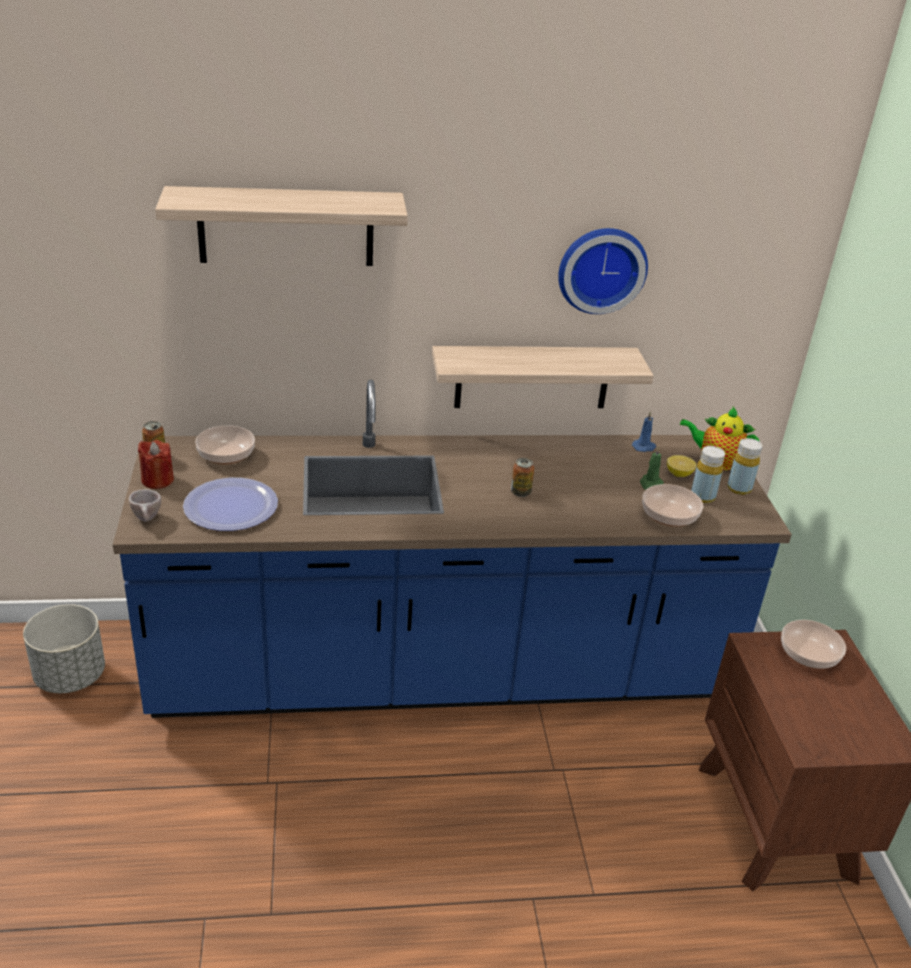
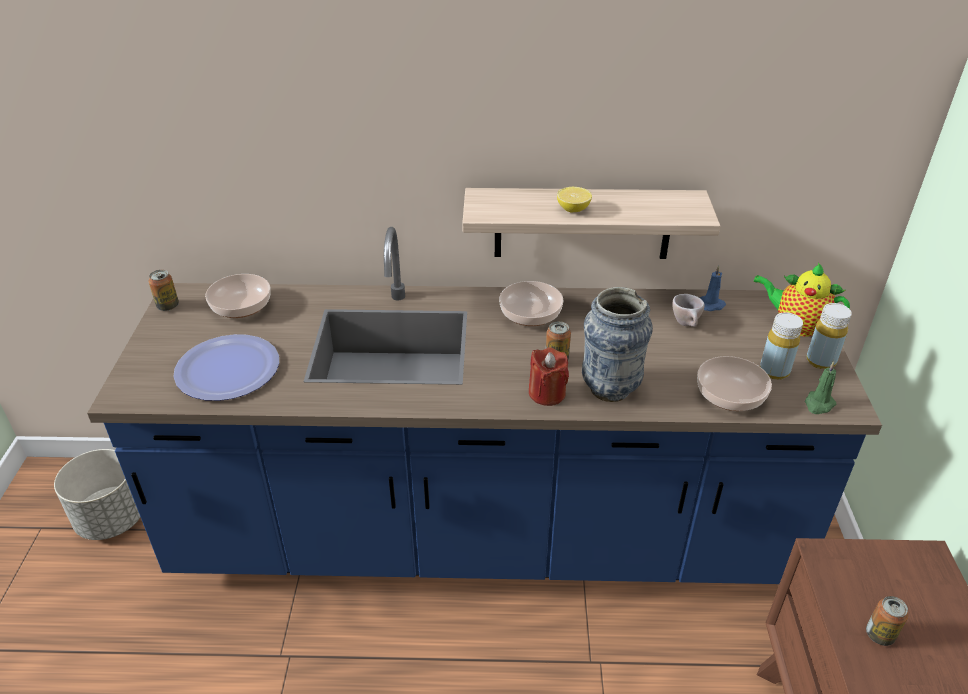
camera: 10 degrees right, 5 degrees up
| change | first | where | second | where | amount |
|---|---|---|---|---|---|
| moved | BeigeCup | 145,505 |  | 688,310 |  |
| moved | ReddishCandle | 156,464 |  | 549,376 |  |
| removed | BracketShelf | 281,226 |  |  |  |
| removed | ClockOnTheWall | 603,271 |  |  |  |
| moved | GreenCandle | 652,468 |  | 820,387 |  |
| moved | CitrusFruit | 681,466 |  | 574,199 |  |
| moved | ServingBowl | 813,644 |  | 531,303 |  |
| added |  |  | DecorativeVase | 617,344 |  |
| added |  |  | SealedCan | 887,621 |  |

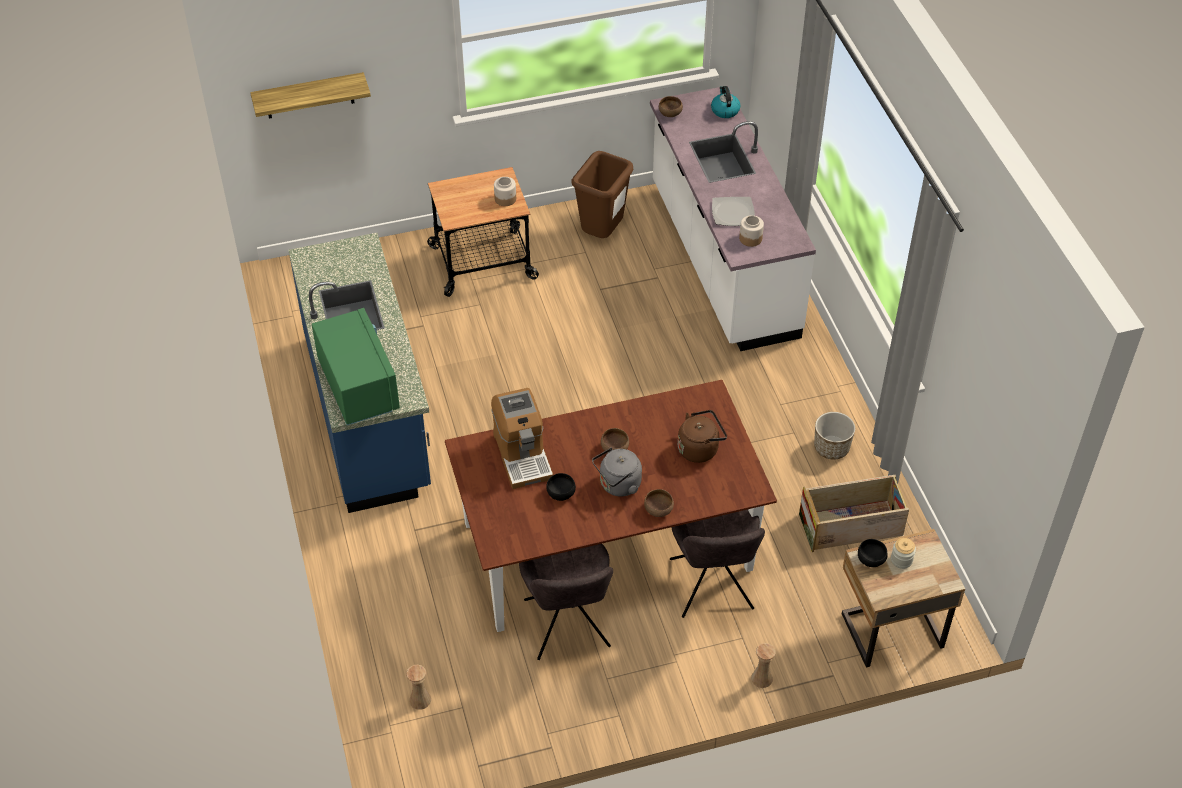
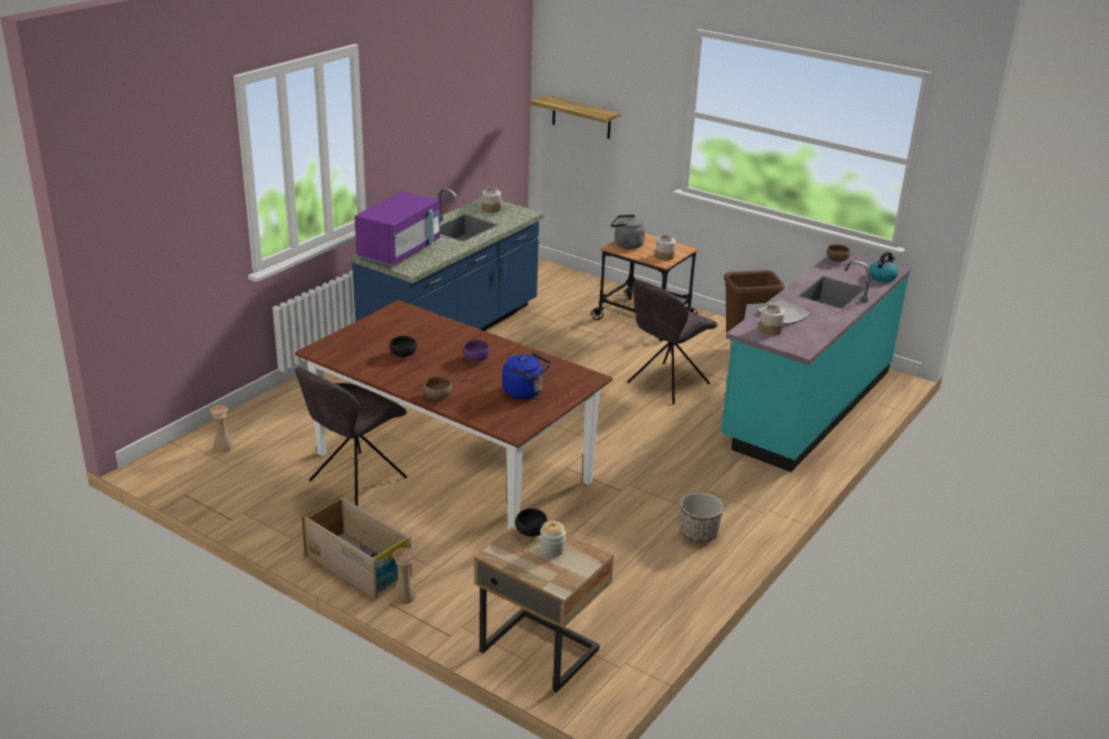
camera: 50 degrees right, 20 degrees down
| change | first | where | second | where | amount |
|---|---|---|---|---|---|
| recoloured | GreenKitchenMicrowave | 356,366 | PurplishKitchenMicrowave | 397,228 |  |
| removed | CoffeeMaker | 522,438 |  |  |  |
| moved | GreyKettle | 617,472 |  | 628,231 |  |
| recoloured | BrownServingBowl | 615,439 | PurplishServingBowl | 476,351 |  |
| recoloured | WhiteColouredCounter | 733,219 | TurquoiseColouredCounter | 815,363 |  |
| moved | GreyChair | 717,563 |  | 672,342 |  |
| recoloured | BrownKettle | 702,436 | BlueKettle | 526,375 |  |
| moved | PackingCrate | 854,513 |  | 356,546 |  |
| added |  |  | PreserveJar | 491,200 |  |

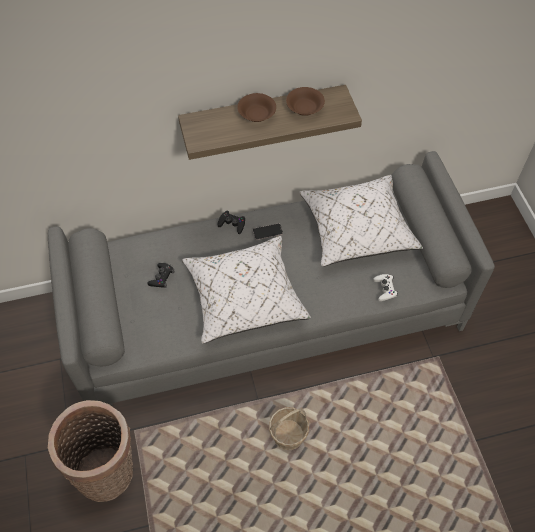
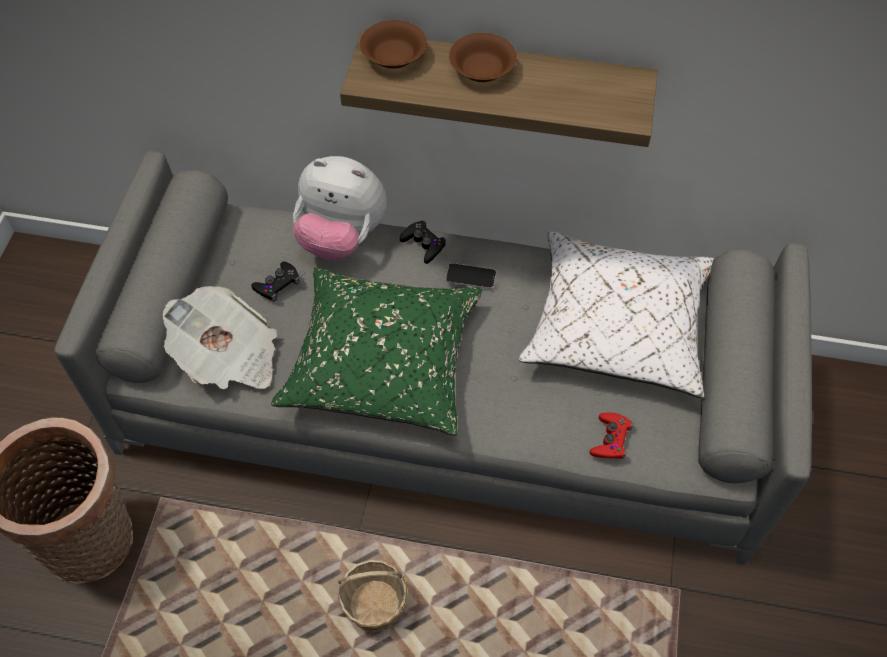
camera: 25 degrees right, 0 degrees up
| change | first | where | second | where | amount |
|---|---|---|---|---|---|
| recoloured | WhiteColouredCushion | 246,290 | GreenCushion | 376,351 |  |
| moved | BrownServingBowl | 305,101 |  | 393,44 |  |
| recoloured | WhiteColouredGameController | 385,287 | ReddishGameController | 611,436 |  |
| added |  |  | DailyPaper | 220,337 |  |
| added |  |  | CuddlyToy | 340,208 |  |

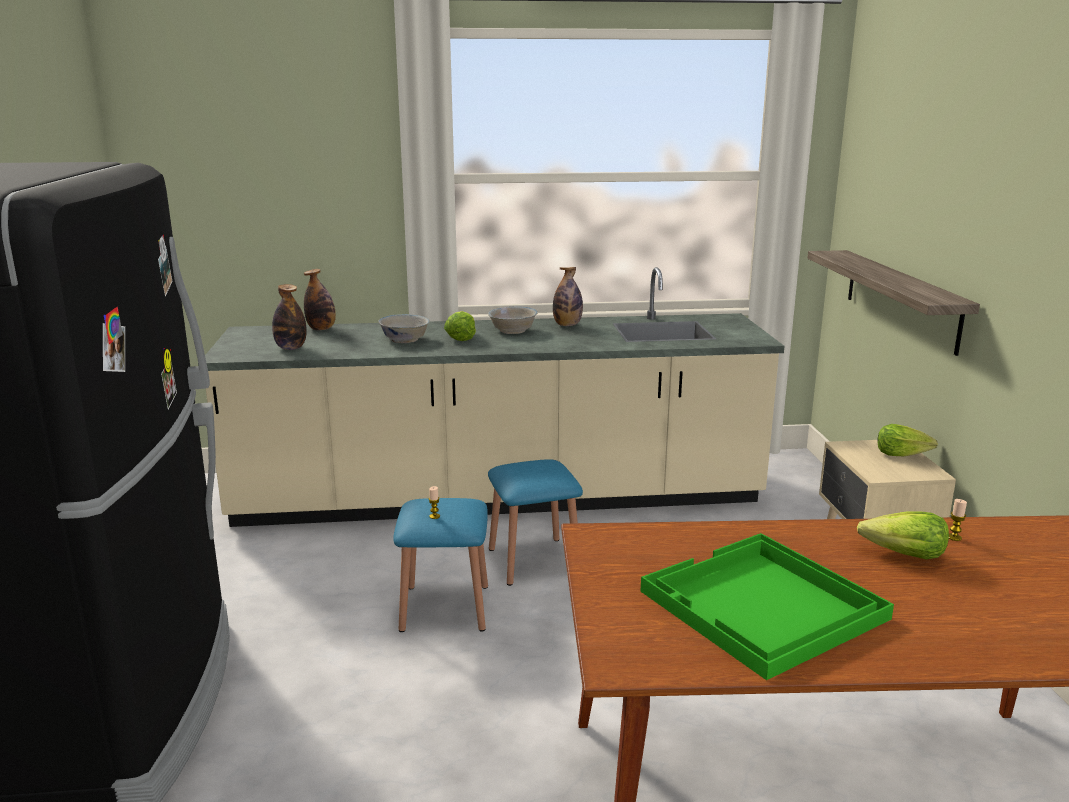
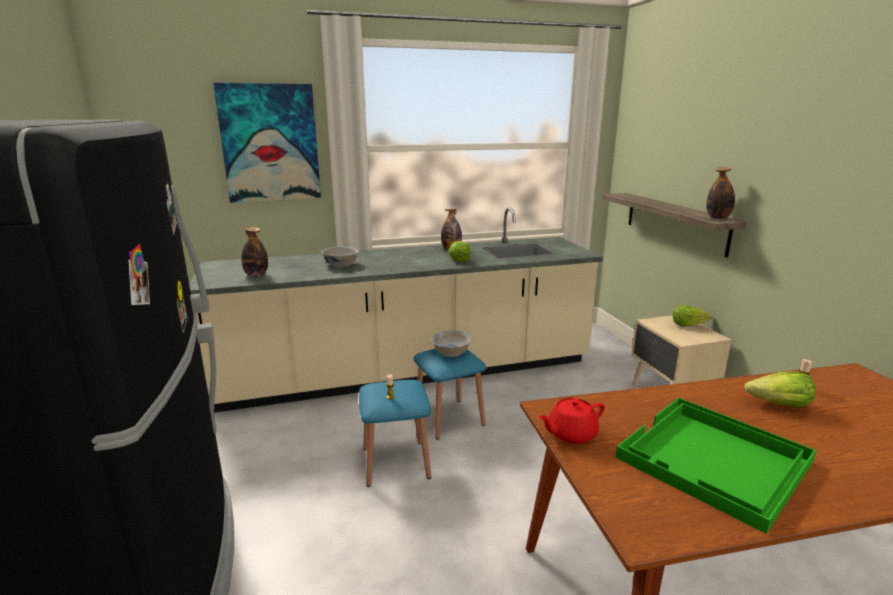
camera: 10 degrees left, 0 degrees up
| change | first | where | second | where | amount |
|---|---|---|---|---|---|
| moved | BeverageBottle | 320,299 |  | 720,193 |  |
| moved | LettuceHead | 460,326 |  | 460,251 |  |
| moved | WhiteColouredServingBowl | 513,320 |  | 451,343 |  |
| added |  |  | WallPicture | 267,143 |  |
| added |  |  | ReddishTeapot | 572,421 |  |

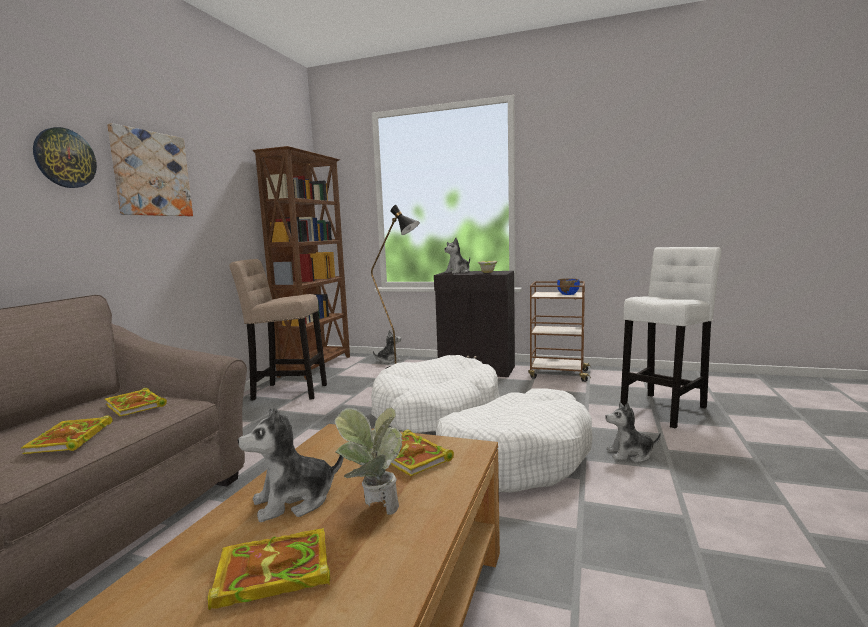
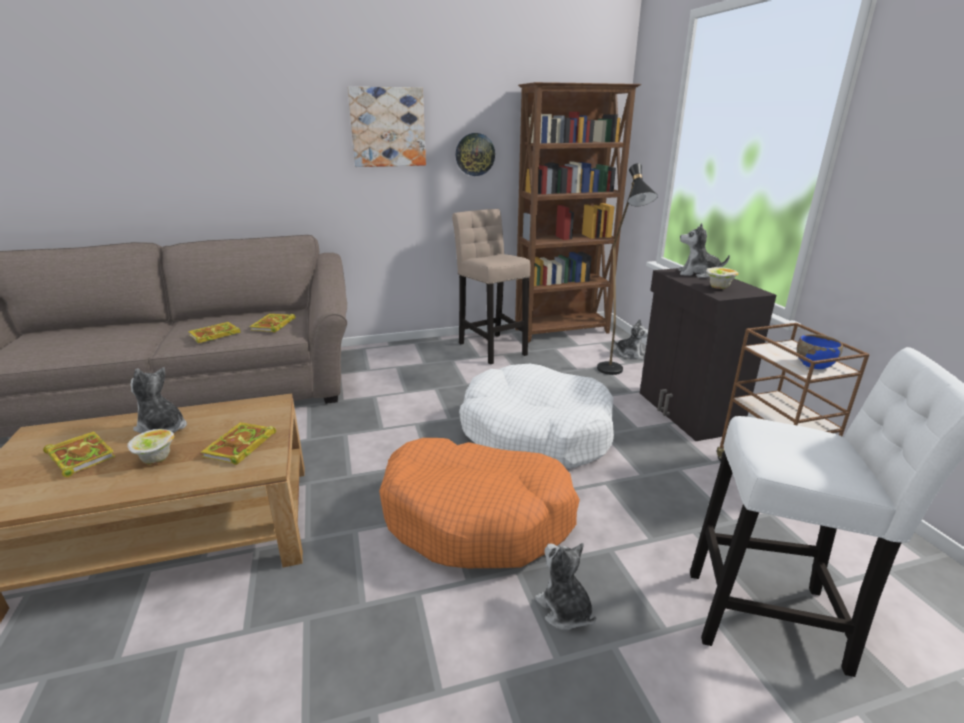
camera: 55 degrees right, 15 degrees up
| change | first | where | second | where | amount |
|---|---|---|---|---|---|
| moved | ClockOnTheWall | 65,157 |  | 475,154 |  |
| replaced | PottedPlant | 369,461 | ServingBowl | 151,446 |  |
| recoloured | WhiteColouredPetBed | 514,440 | OrangeColouredPetBed | 479,503 |  |

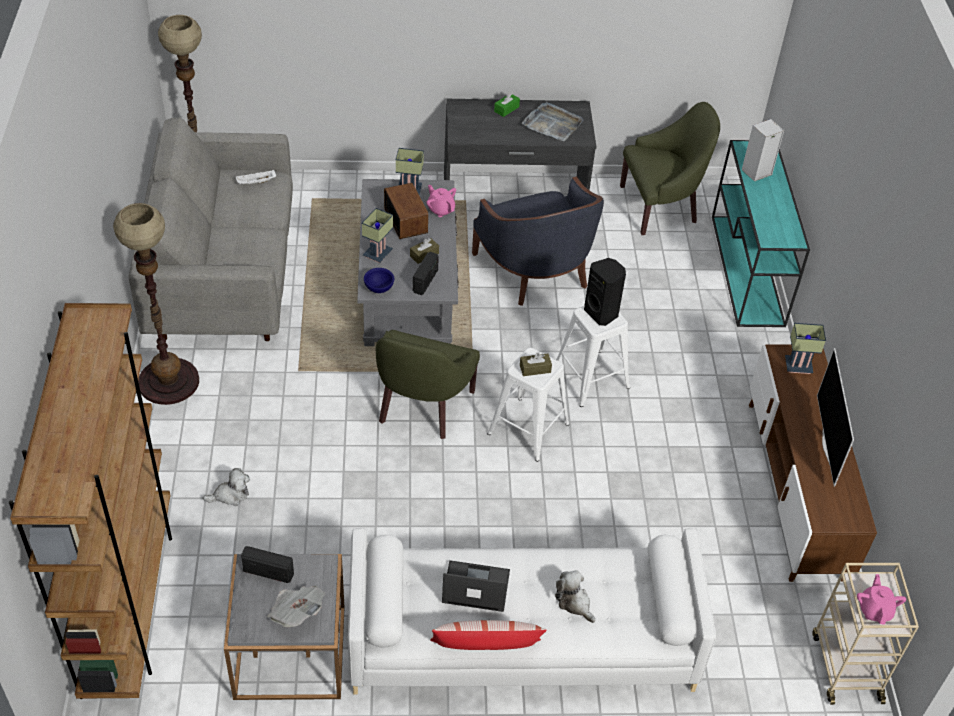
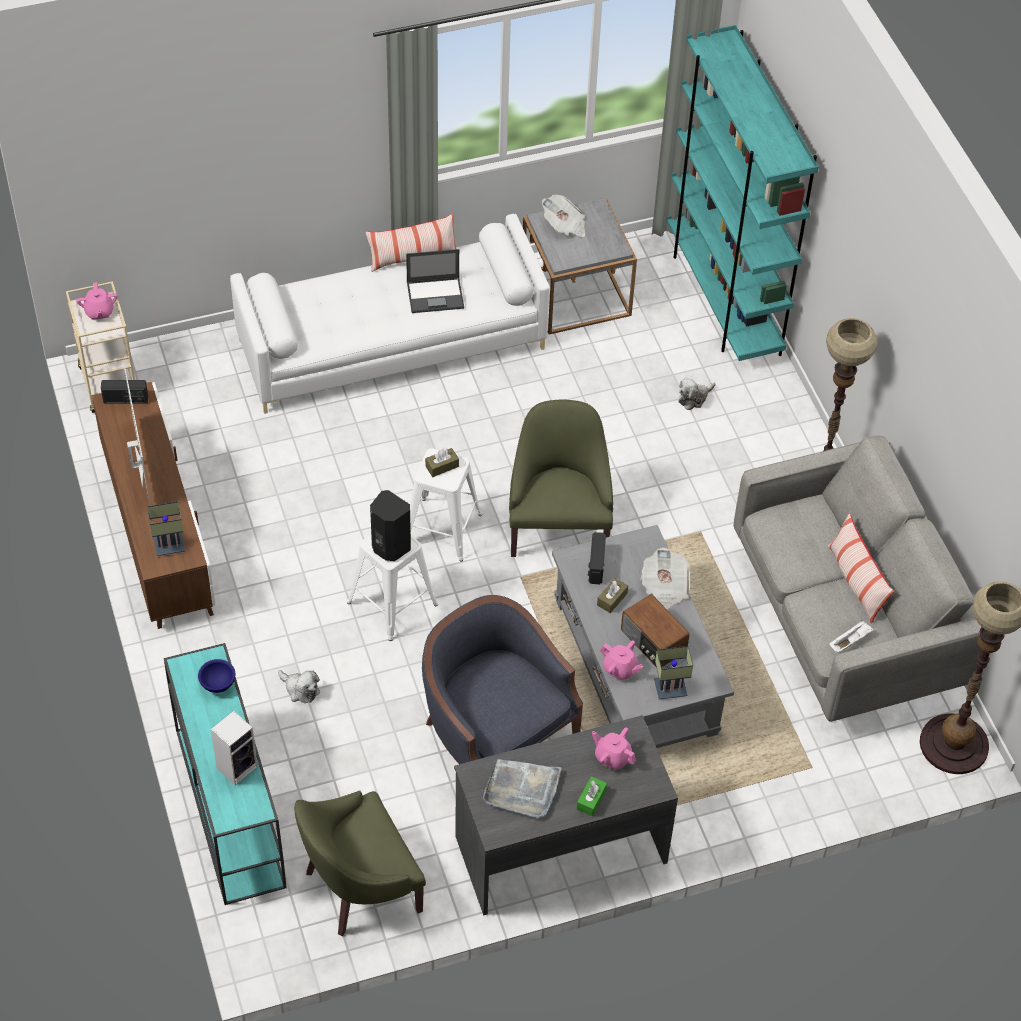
camera: 165 degrees right, 5 degrees up
| change | first | where | second | where | amount |
|---|---|---|---|---|---|
| recoloured | BrownBookshelf | 90,501 | TurquoiseColouredBookshelf | 743,193 |  |
| moved | RadioSet | 267,564 |  | 124,392 |  |
| replaced | TableLamp | 377,235 | DailyPaper | 665,578 |  |
| moved | BlueServingBowl | 379,280 |  | 216,676 |  |
| moved | CuddlyToy | 575,596 |  | 299,686 |  |
| added |  |  | PinkTeapot | 614,748 |  |
| added |  |  | Cushion | 861,568 |  |

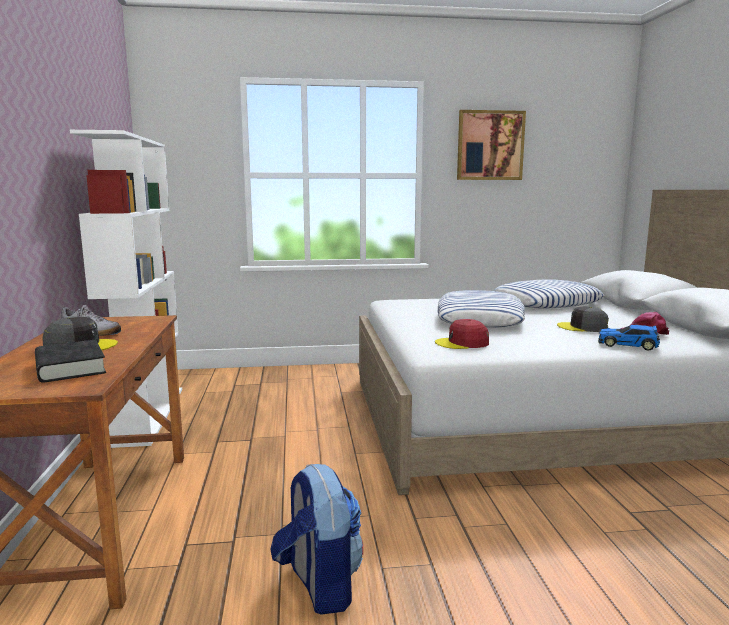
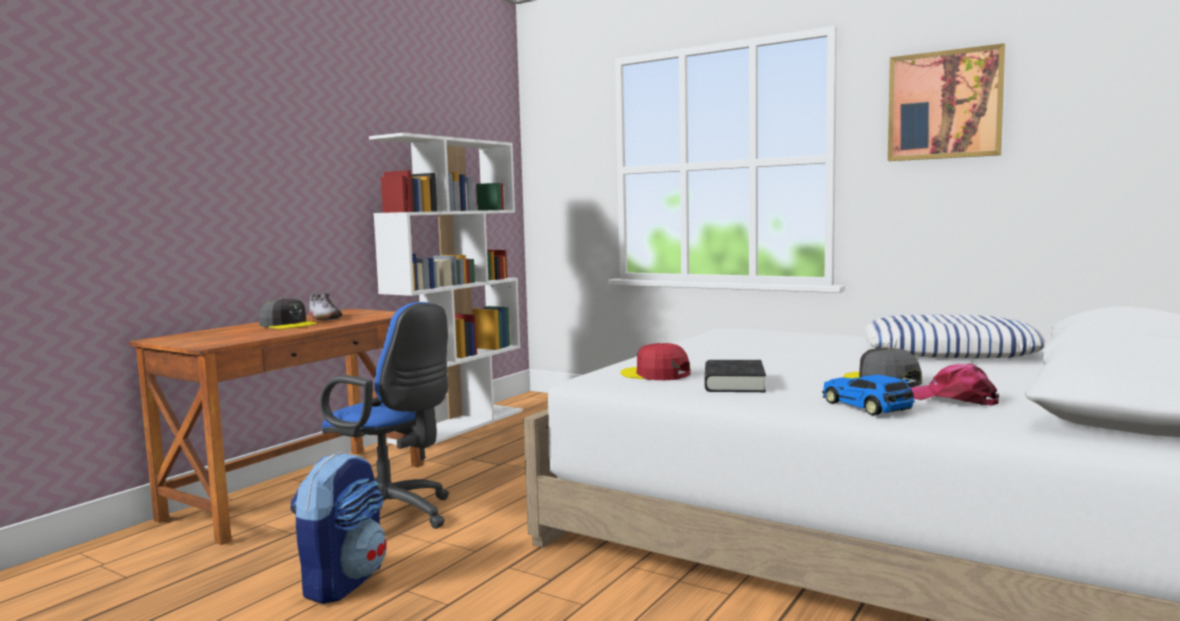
camera: 40 degrees right, 5 degrees down
| change | first | where | second | where | amount |
|---|---|---|---|---|---|
| moved | BlackBoundBook | 70,361 |  | 735,376 |  |
| removed | Cushion | 481,308 |  |  |  |
| added |  |  | BlueDeskChair | 384,415 |  |

